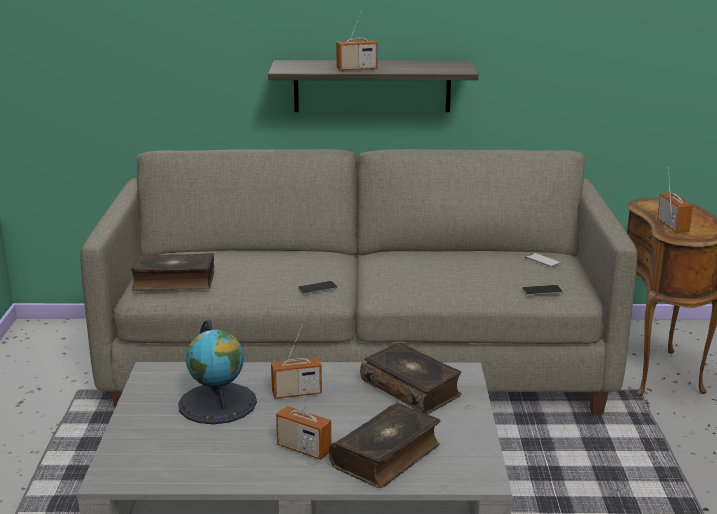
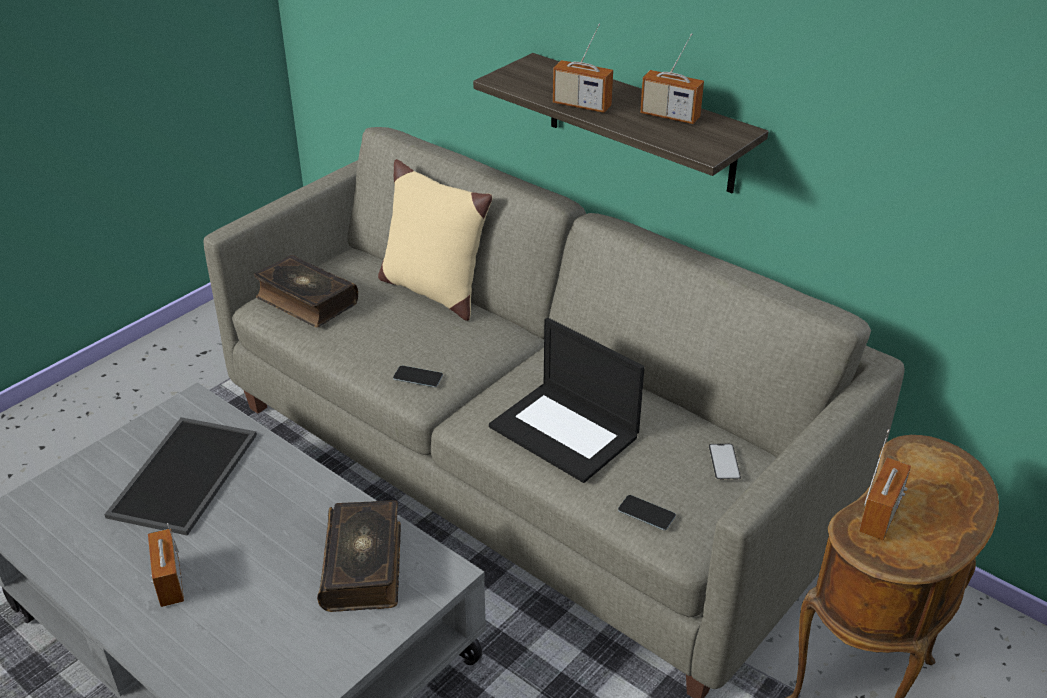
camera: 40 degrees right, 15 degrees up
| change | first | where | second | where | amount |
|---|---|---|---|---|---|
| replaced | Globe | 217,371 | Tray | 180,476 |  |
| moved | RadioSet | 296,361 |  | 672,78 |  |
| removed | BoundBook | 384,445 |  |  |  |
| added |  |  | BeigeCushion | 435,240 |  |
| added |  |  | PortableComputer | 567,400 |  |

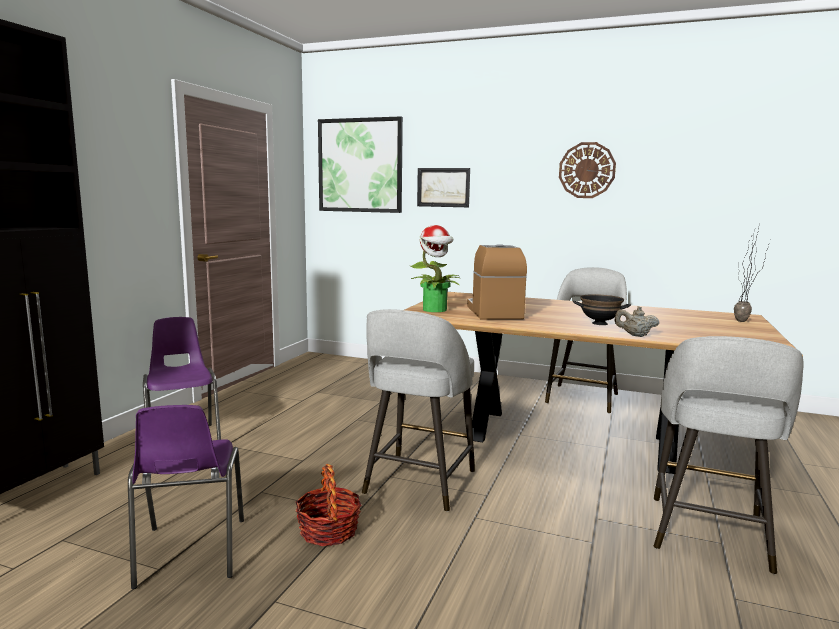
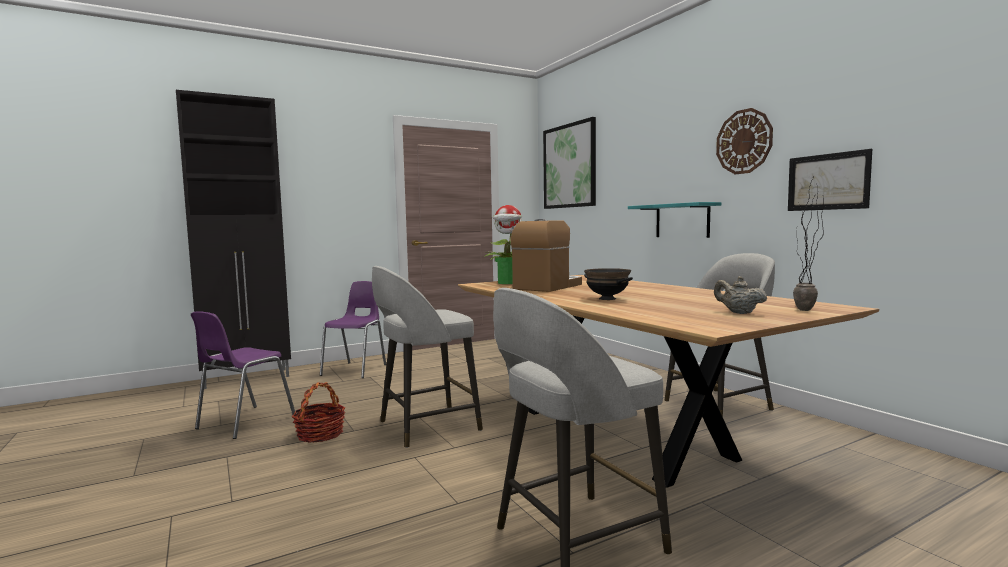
camera: 40 degrees right, 5 degrees down
| change | first | where | second | where | amount |
|---|---|---|---|---|---|
| moved | WallPicture | 443,187 |  | 830,180 |  |
| moved | BeigeTeapot | 637,321 |  | 740,295 |  |
| added |  |  | TurquoiseColouredBracketShelf | 674,220 |  |

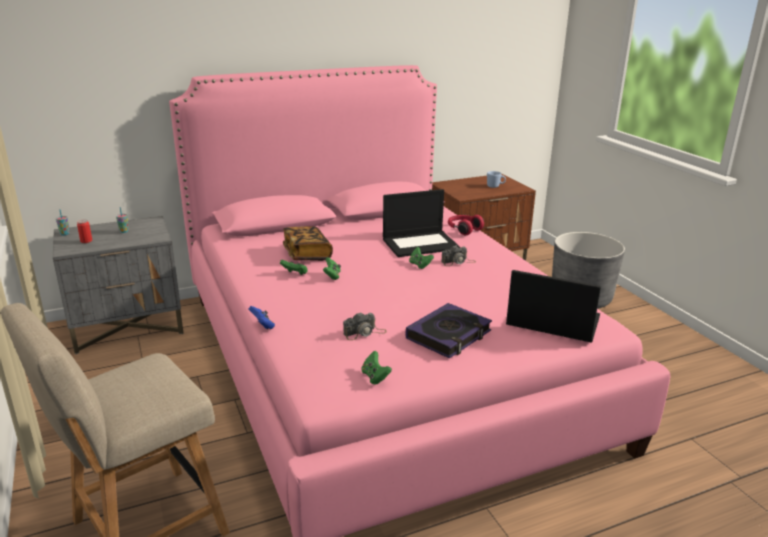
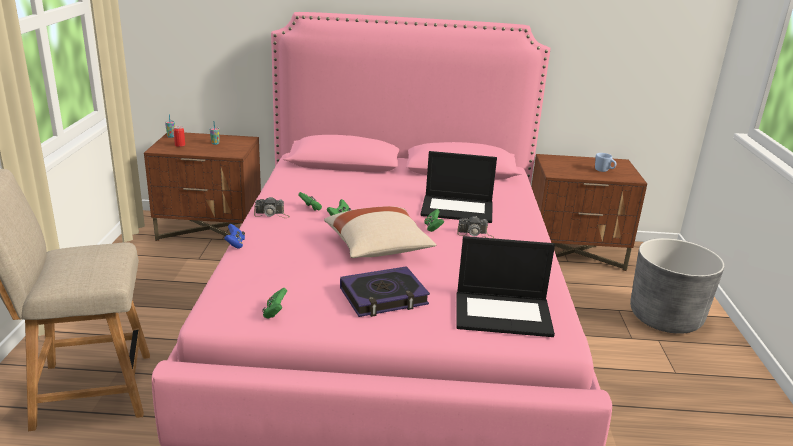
camera: 25 degrees right, 0 degrees up
| change | first | where | second | where | amount |
|---|---|---|---|---|---|
| recoloured | GreyBedsideTable | 118,285 | BrownBedsideTable | 202,186 |  |
| removed | BoundBook | 308,243 |  |  |  |
| moved | PhotoCamera | 365,326 |  | 272,207 |  |
| removed | ReddishPairOfHeadphones | 466,225 |  |  |  |
| turned | PortableComputer | 553,306 |  | 506,286 | 135 degrees clockwise |
| added |  |  | BeigeCushion | 380,232 |  |

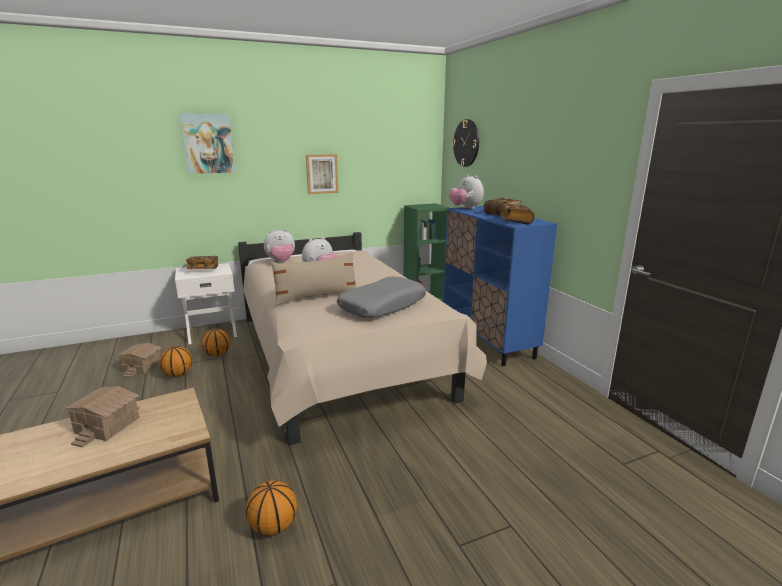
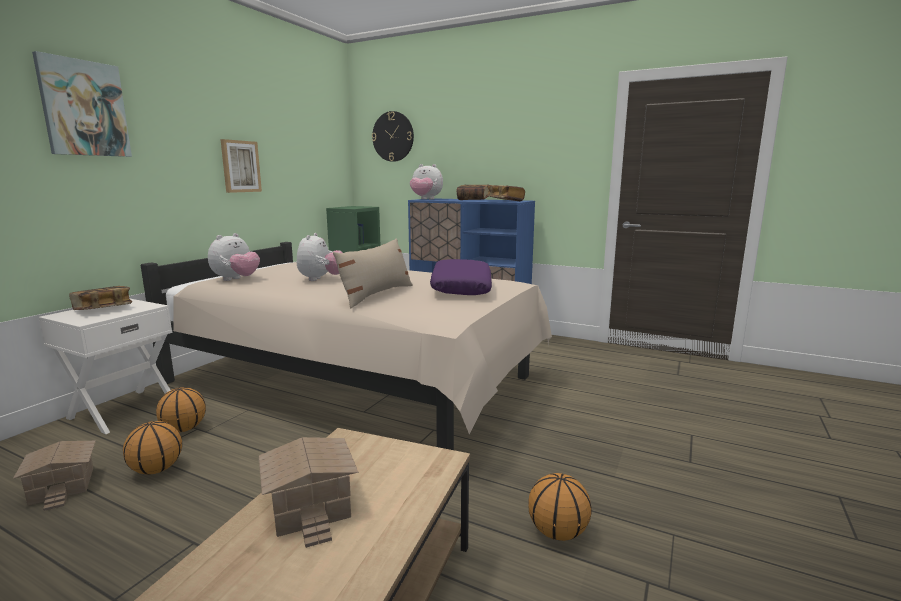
camera: 40 degrees left, 5 degrees down
| change | first | where | second | where | amount |
|---|---|---|---|---|---|
| recoloured | GreyCushion | 381,297 | PurplishCushion | 461,277 |  |

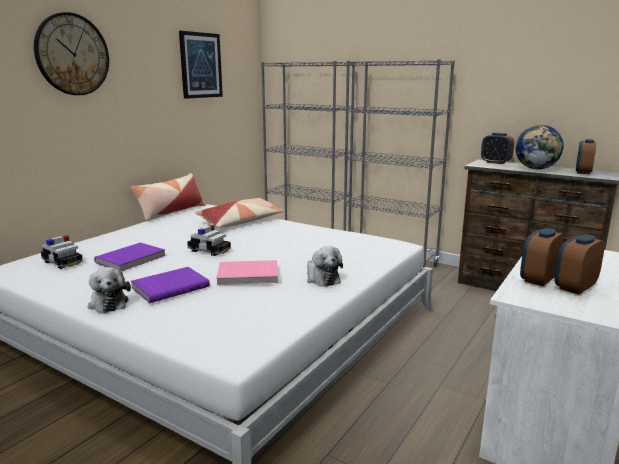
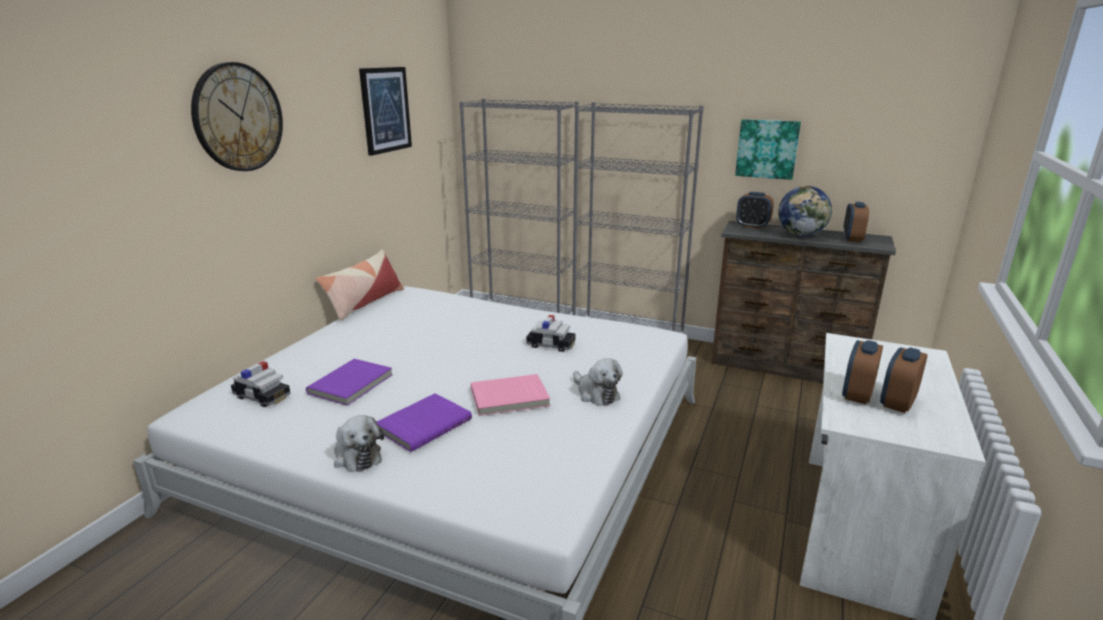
camera: 10 degrees left, 5 degrees up
| change | first | where | second | where | amount |
|---|---|---|---|---|---|
| moved | ToyCar | 209,240 |  | 551,333 |  |
| removed | Cushion | 239,213 |  |  |  |
| added |  |  | WallPicture | 768,149 |  |

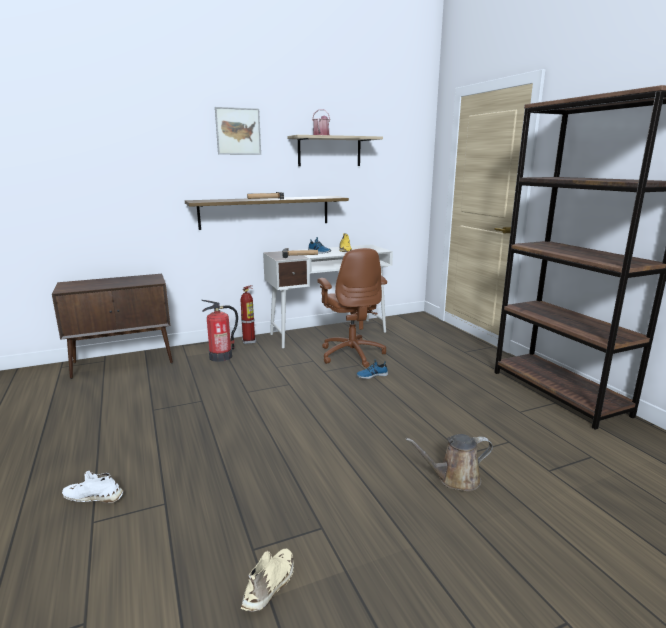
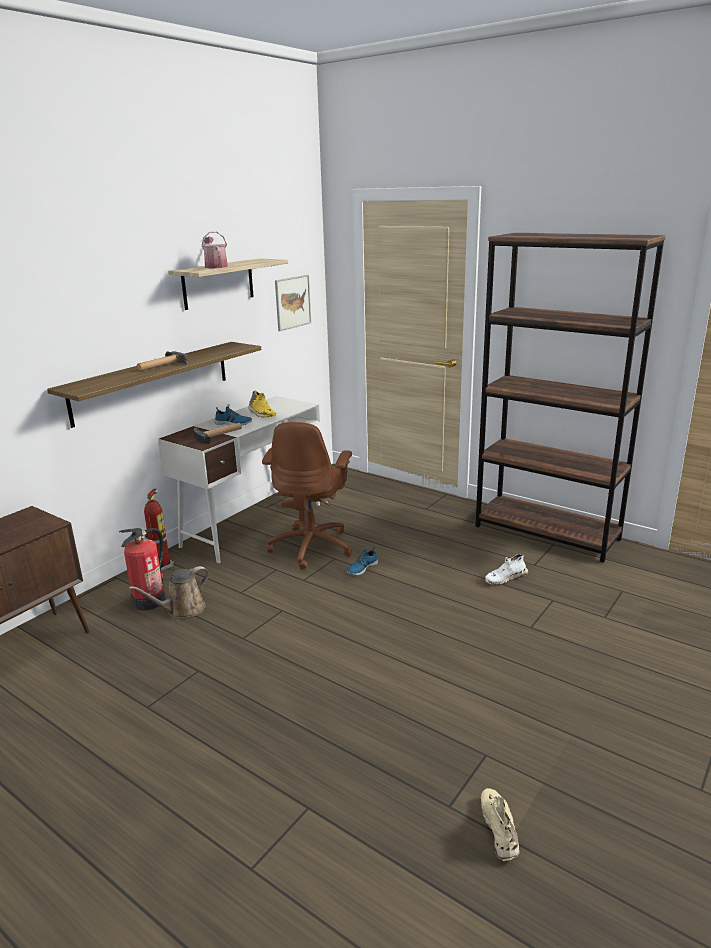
camera: 30 degrees left, 5 degrees up
| change | first | where | second | where | amount |
|---|---|---|---|---|---|
| moved | WhiteColouredLowShoe | 93,486 |  | 507,569 |  |
| moved | WallPicture | 238,131 |  | 293,303 |  |
| turned | BrownDeskChair | 352,308 |  | 307,495 | 60 degrees clockwise |
| moved | BrownWateringPot | 449,462 |  | 169,592 |  |

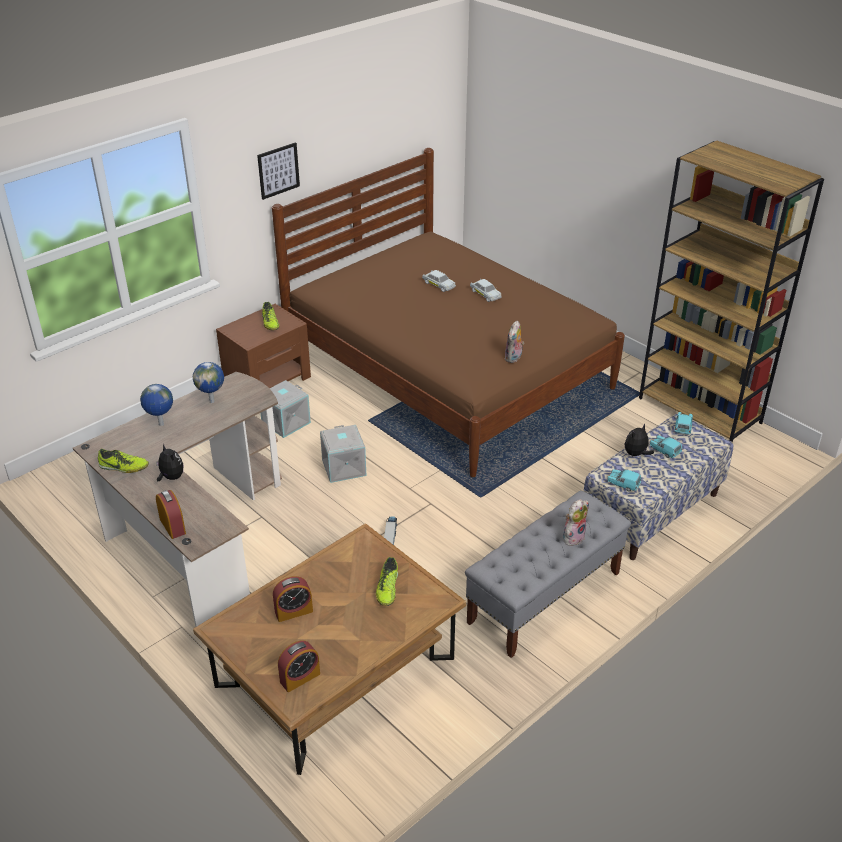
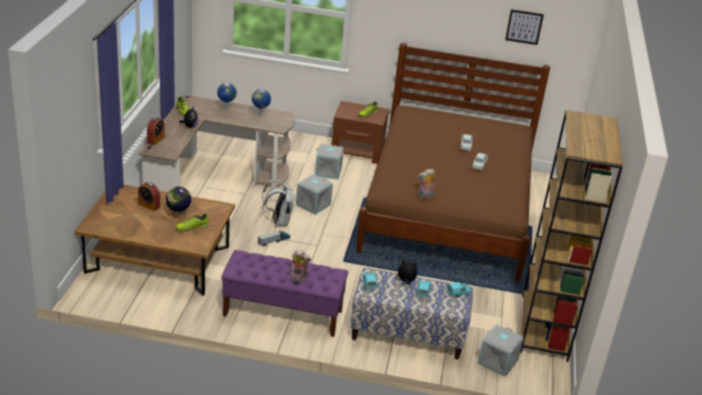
camera: 50 degrees right, 5 degrees down
| change | first | where | second | where | amount |
|---|---|---|---|---|---|
| moved | WallPicture | 278,171 |  | 524,27 |  |
| removed | BedsideClock | 299,666 |  |  |  |
| recoloured | GreyIndoorBench | 548,574 | PurplishIndoorBench | 284,293 |  |
| added |  |  | Globe | 178,203 |  |
| added |  |  | WhiteColouredRucksack | 278,203 |  |
| added |  |  | GreyStorageBin | 501,351 |  |

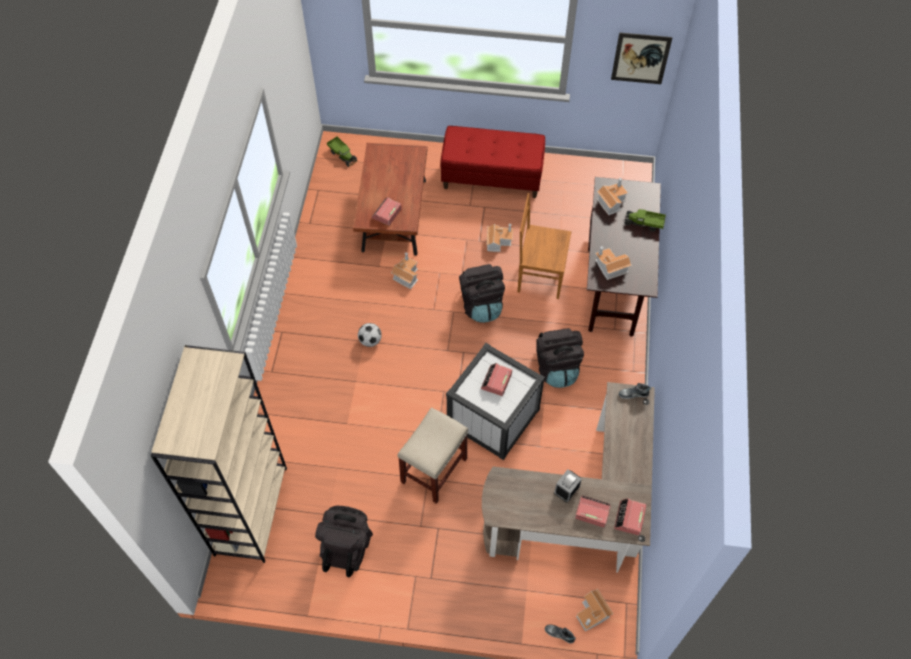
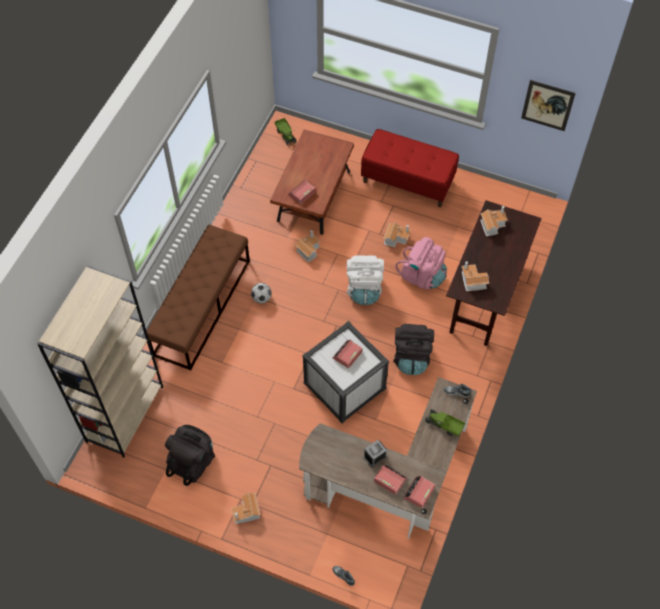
camera: 15 degrees right, 0 degrees up
| change | first | where | second | where | amount |
|---|---|---|---|---|---|
| removed | BeigeStool | 433,455 |  |  |  |
| recoloured | BlackRucksack | 482,293 | WhiteColouredRucksack | 365,280 |  |
| replaced | BrownChair | 544,246 | PinkRucksack | 421,263 |  |
| moved | ModelHouse | 594,610 |  | 245,508 |  |
| moved | ModelTruck | 645,220 |  | 445,423 |  |
| added |  |  | BrownIndoorBench | 198,297 |  |

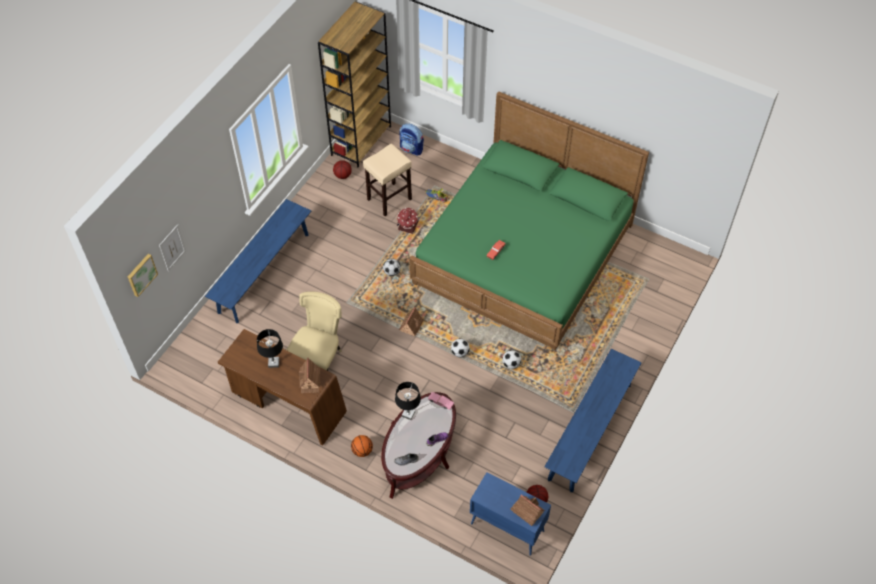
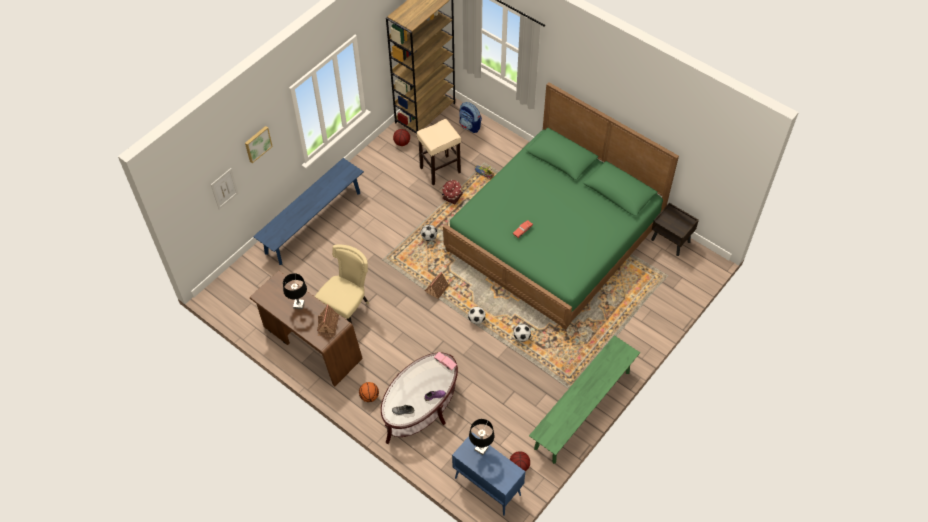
camera: 10 degrees right, 0 degrees up
| change | first | where | second | where | amount |
|---|---|---|---|---|---|
| moved | WallPicture | 143,275 |  | 259,144 |  |
| moved | BlackTableLamp | 408,401 |  | 482,437 |  |
| removed | ModelHouse | 527,510 |  |  |  |
| recoloured | BlueIndoorBench | 593,420 | GreenIndoorBench | 584,399 |  |
| added |  |  | BrownBedsideTable | 675,229 |  |

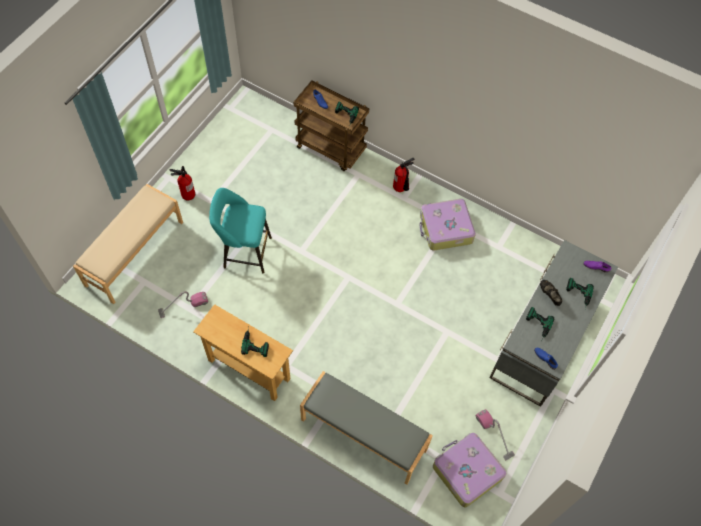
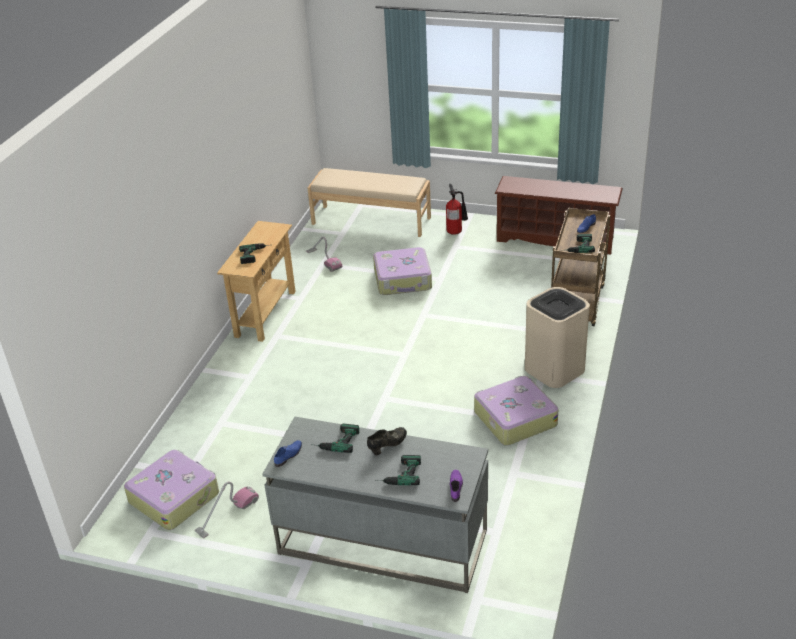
camera: 80 degrees right, 25 degrees down
| change | first | where | second | where | amount |
|---|---|---|---|---|---|
| replaced | TurquoiseColouredStool | 240,230 | PieceOfLuggage | 402,271 |  |
| removed | GreyIndoorBench | 366,428 |  |  |  |
| replaced | Extinguisher | 403,175 | BeigeRubbishBin | 557,337 |  |
| added |  |  | BrownShoeShelf | 559,215 |  |

